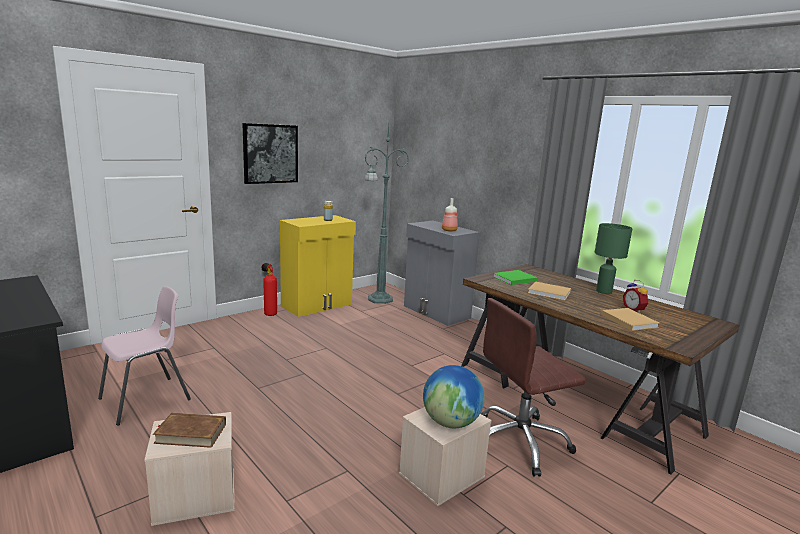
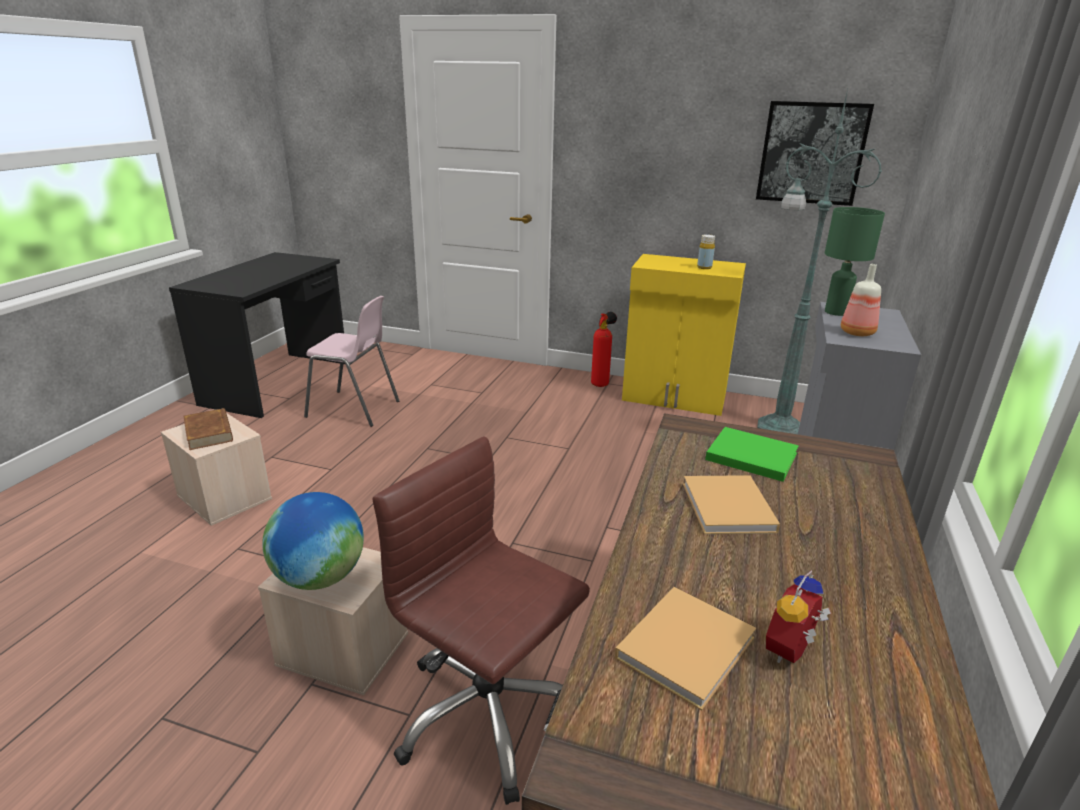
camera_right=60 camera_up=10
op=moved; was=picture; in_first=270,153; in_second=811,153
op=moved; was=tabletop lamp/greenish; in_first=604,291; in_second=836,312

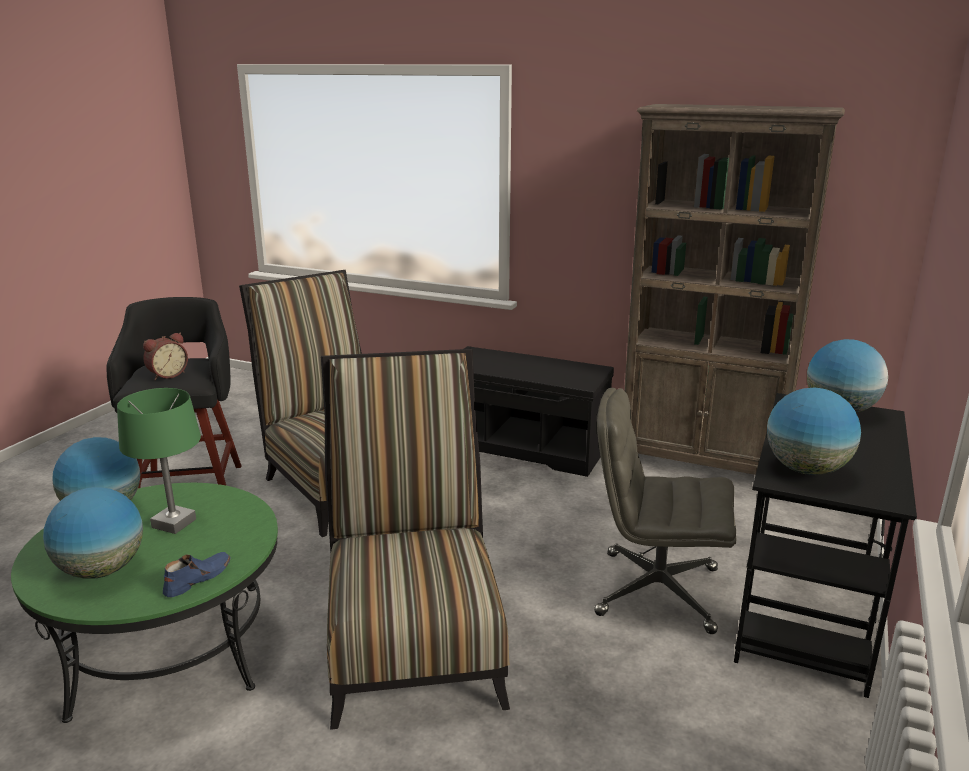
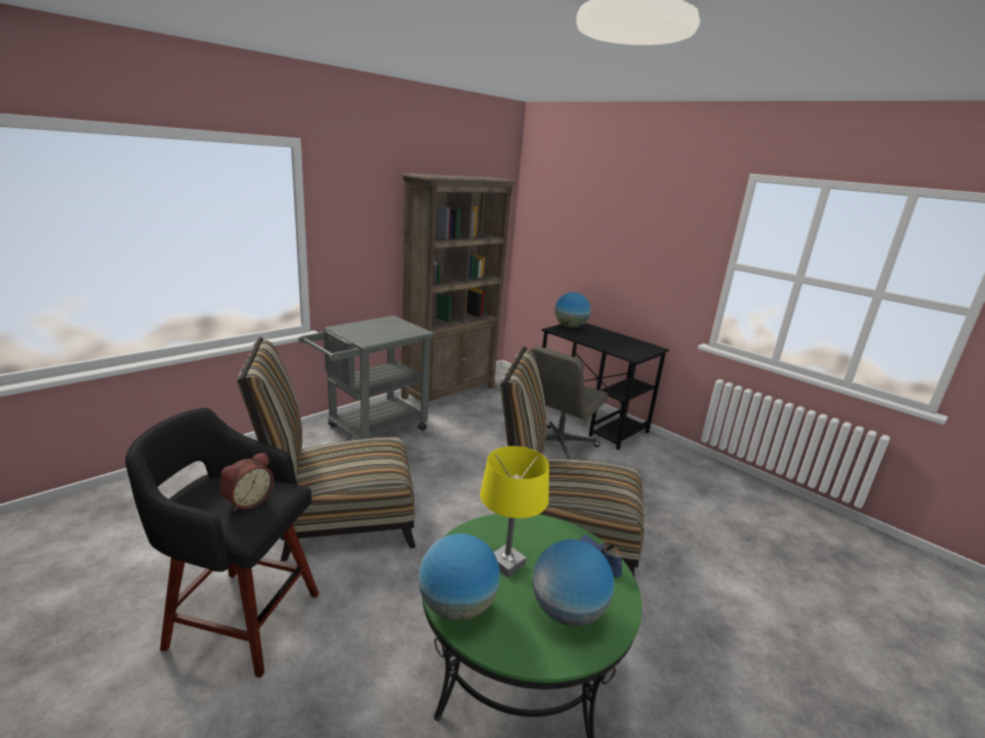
camera_right=-70 camera_up=0
op=removed; was=desk globe; in_first=806,470
op=replaced; was=indoor bench/black; now=trolley/greyish; in_first=526,446; in_second=370,430
op=recoloured; was=tabletop lamp/greenish; now=tabletop lamp/yellow-coloured; in_first=174,523; in_second=507,563
op=turned; was=alarm clock; in_first=167,375; in_second=247,501; clockwise=60

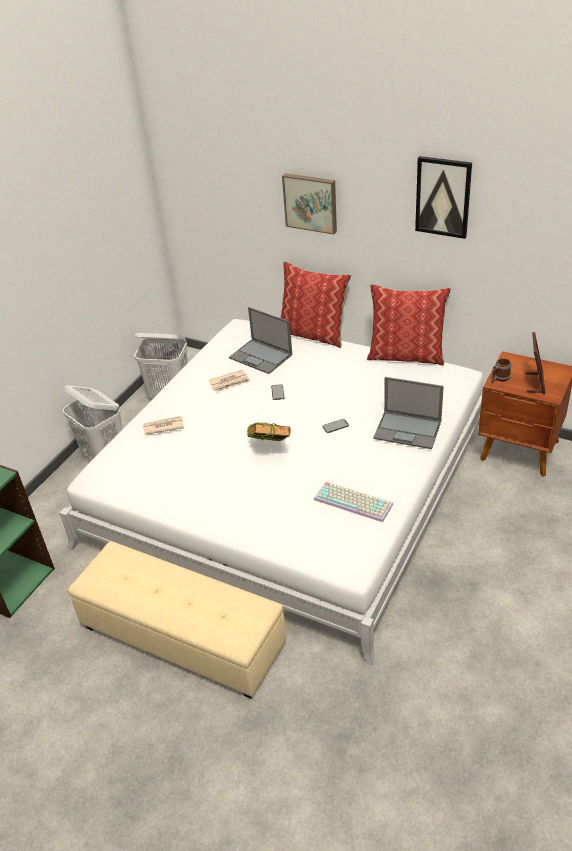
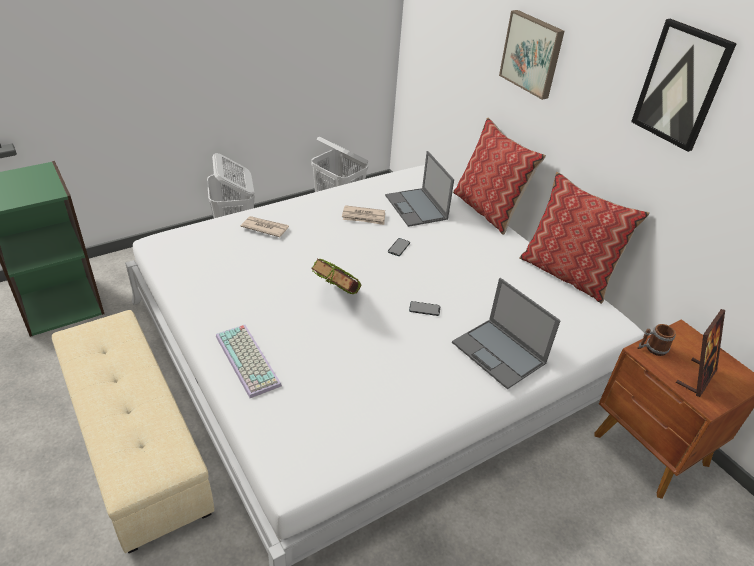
camera_right=25 camera_up=0
op=moved; was=keyboard; in_first=354,501; in_second=249,360

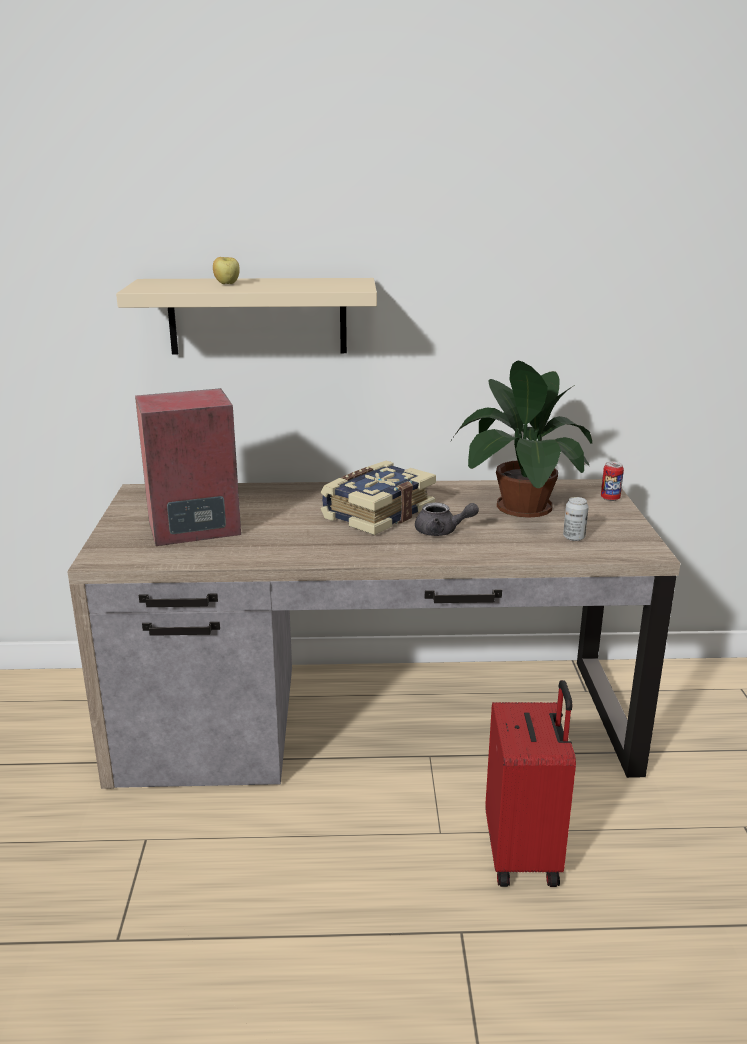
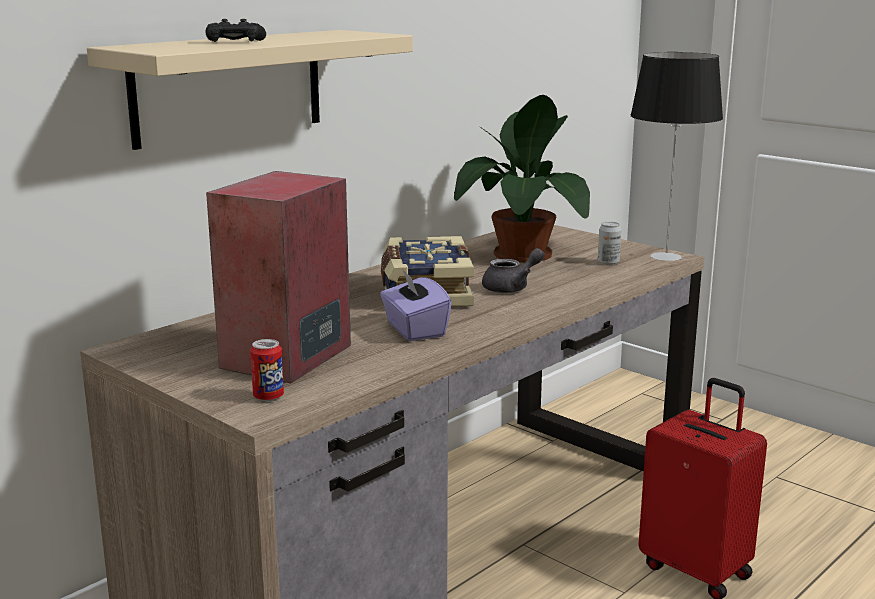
camera_right=-45 camera_up=-5
op=added; now=tissue holder/purple; in_second=414,330
op=added; now=tabletop lamp; in_second=664,256
op=moved; was=metal can; in_first=610,498; in_second=268,397
op=replaced; was=apple fruit; now=gamepad/black; in_first=227,284; in_second=235,41

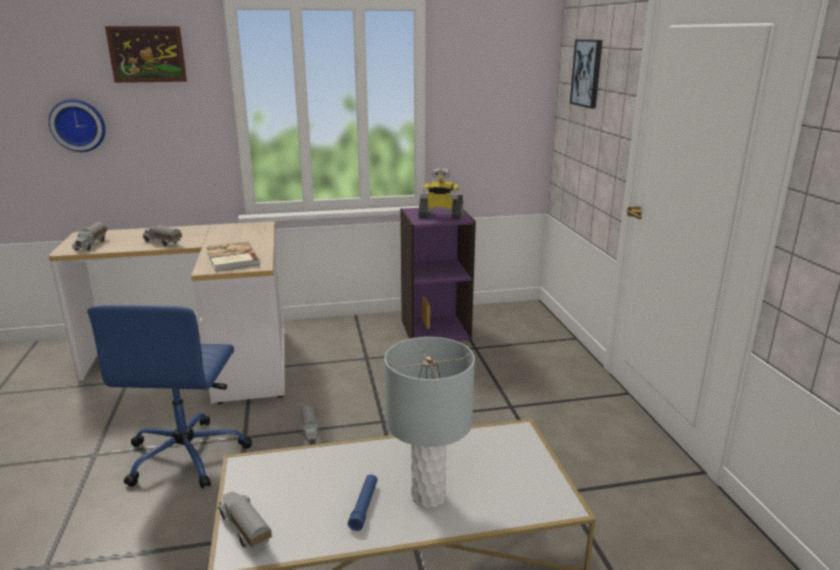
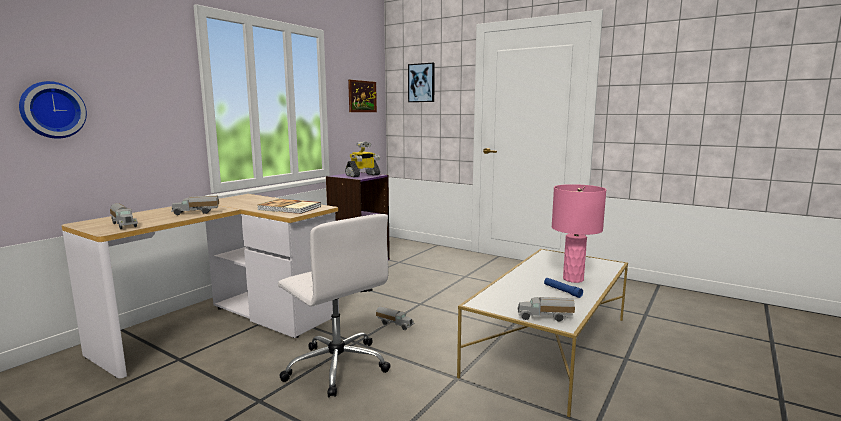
camera_right=-45 camera_up=-10
op=moved; was=picture; in_first=147,54; in_second=362,96
op=recoloured; was=office chair/blue; now=office chair/white-coloured; in_first=187,454; in_second=336,366
op=recoloured; was=tabletop lamp/greyish; now=tabletop lamp/pink; in_first=428,497; in_second=573,279

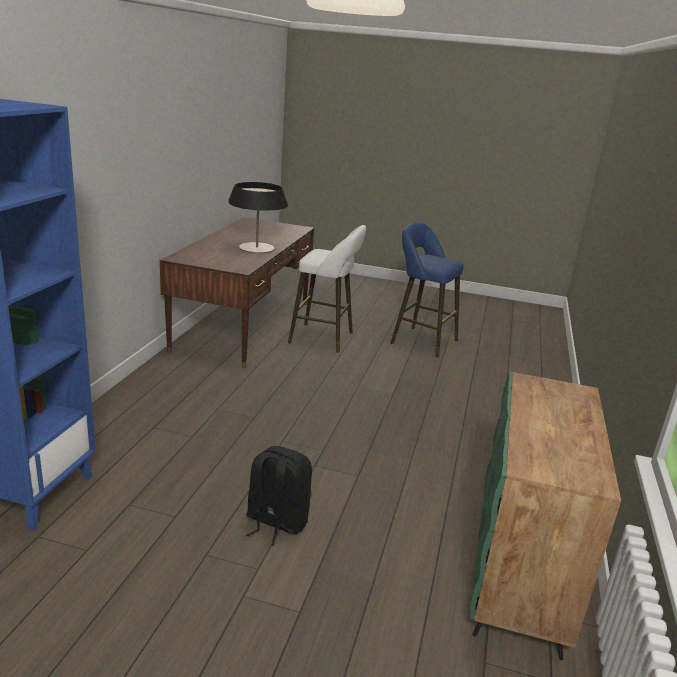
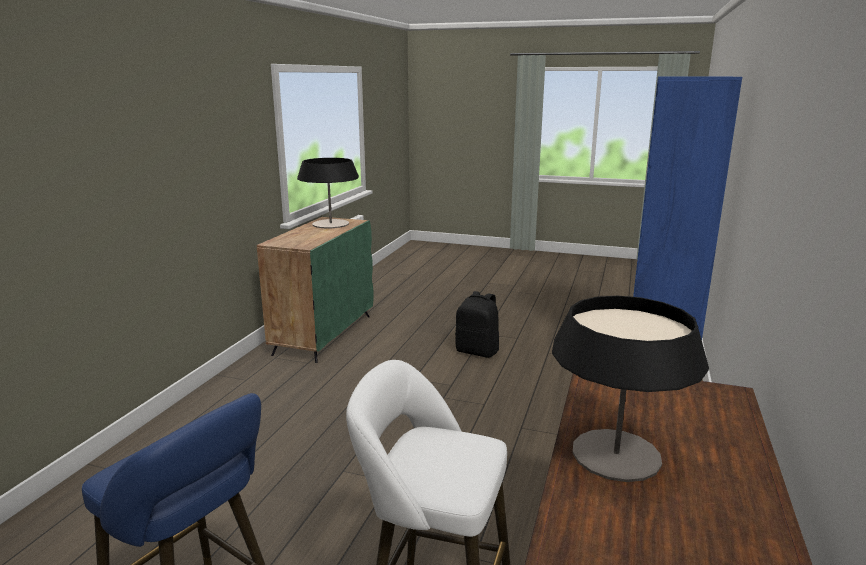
camera_right=-175 camera_up=-5
op=added; now=tabletop lamp; in_second=330,224

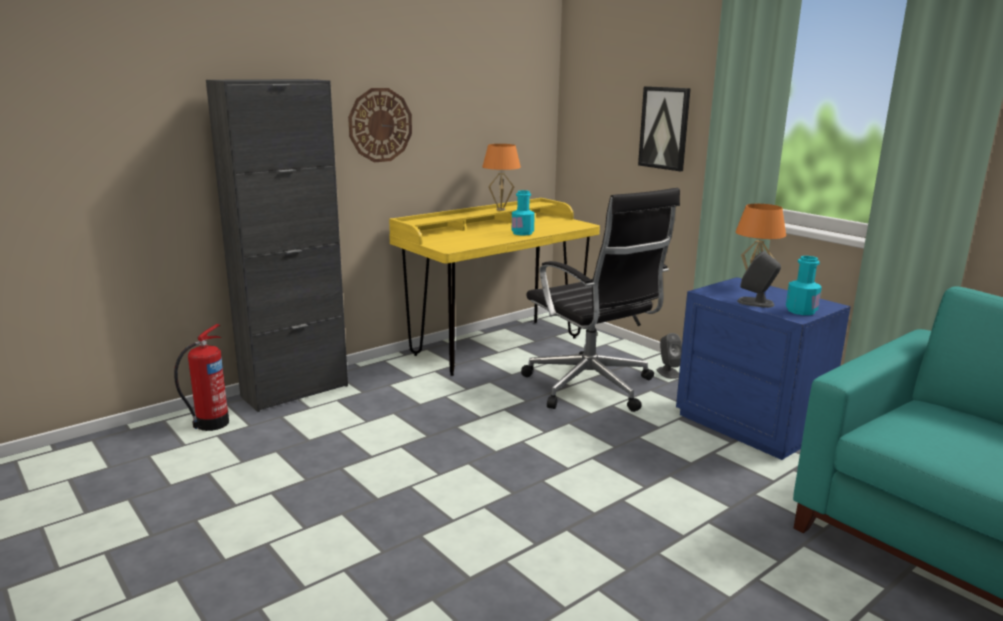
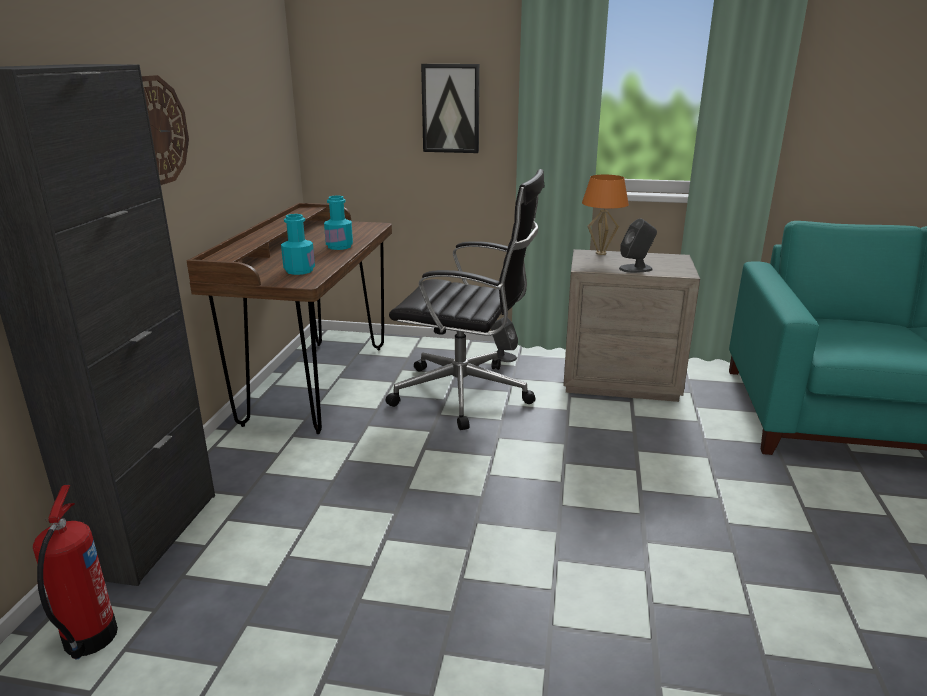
camera_right=-40 camera_up=5
op=removed; was=tabletop lamp/orange-coloured; in_first=500,209
op=moved; was=beverage bottle/turquoise; in_first=801,311; in_second=299,270
op=recoloured; was=desk table/yellow-coloured; now=desk table/brown; in_first=497,346; in_second=317,383
op=recoloured; was=night table/blue; now=night table/beige; in_first=751,424; in_second=620,380

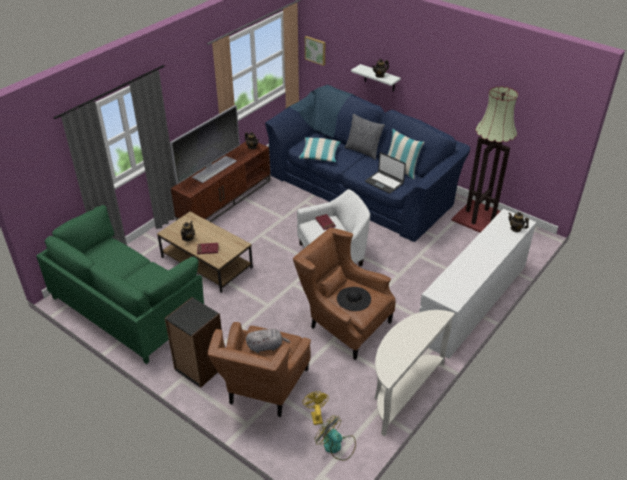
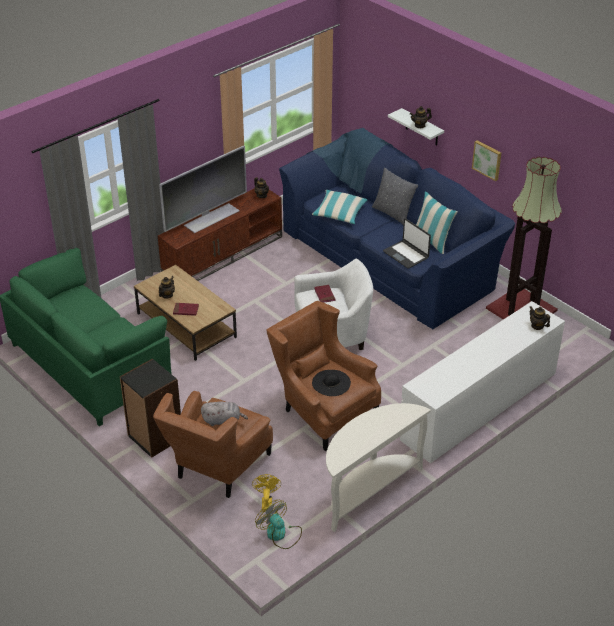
camera_right=10 camera_up=0
op=moved; was=picture; in_first=315,50; in_second=487,160

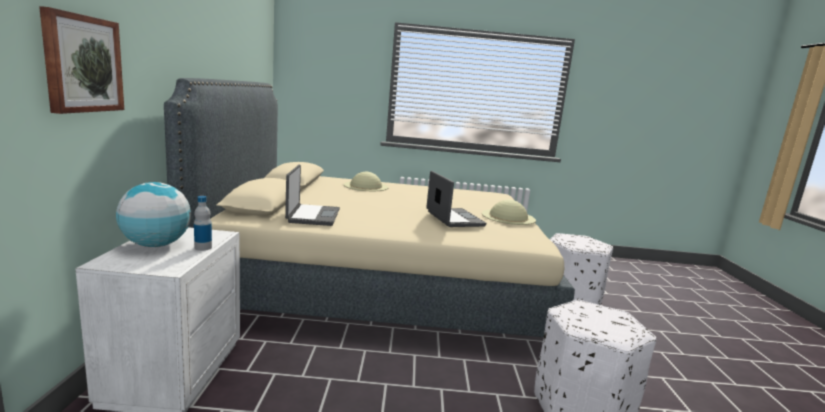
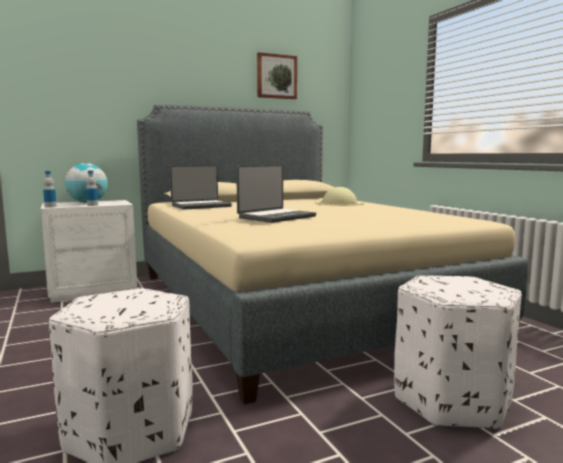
camera_right=65 camera_up=-5
op=removed; was=hat/beige; in_first=508,217
op=added; now=beverage bottle; in_second=50,206
op=moved; was=picture; in_first=82,64; in_second=276,76

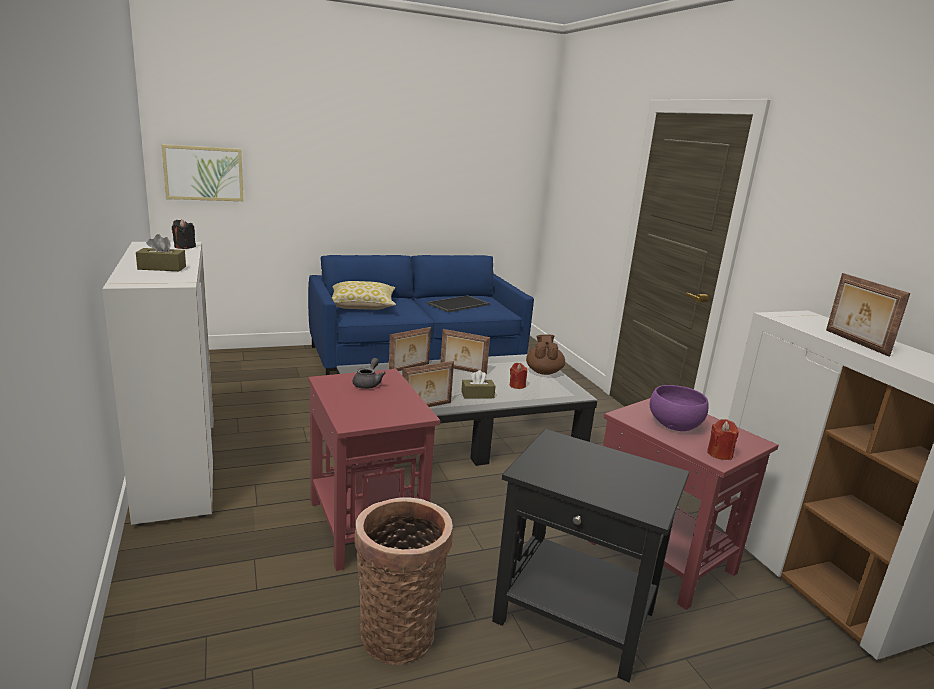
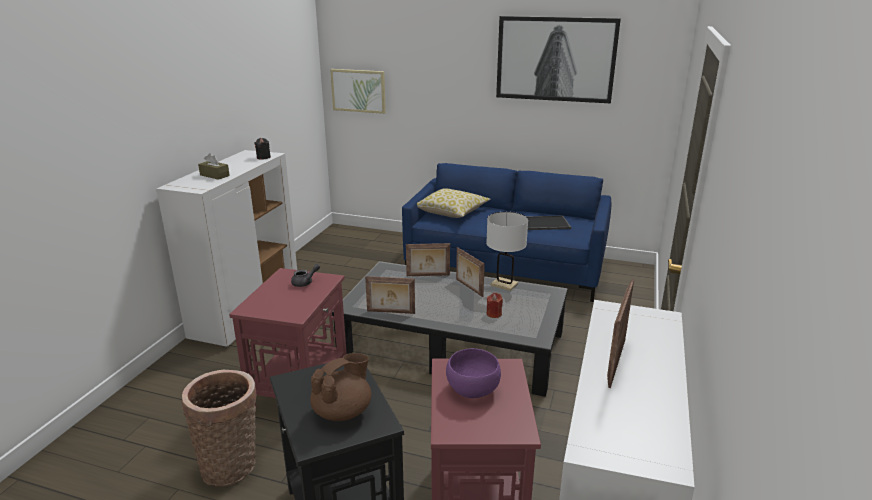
camera_right=40 camera_up=5
op=removed; was=tissue holder/brown; in_first=477,395
op=removed; was=wax candle/red-coloured; in_first=719,454
op=added; now=tabletop lamp/white-coloured; in_second=504,284
op=added; now=picture; in_second=555,59
op=moved; was=pot for tea/brown; in_first=544,371; in_second=343,411

